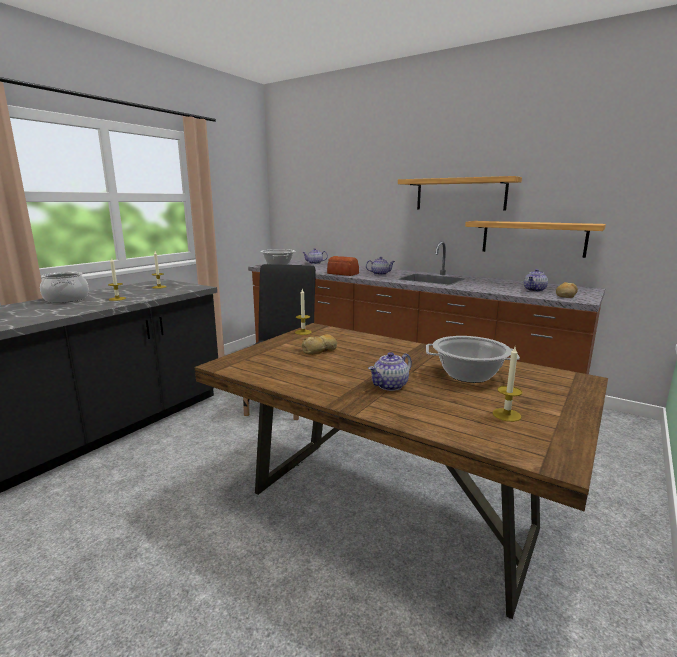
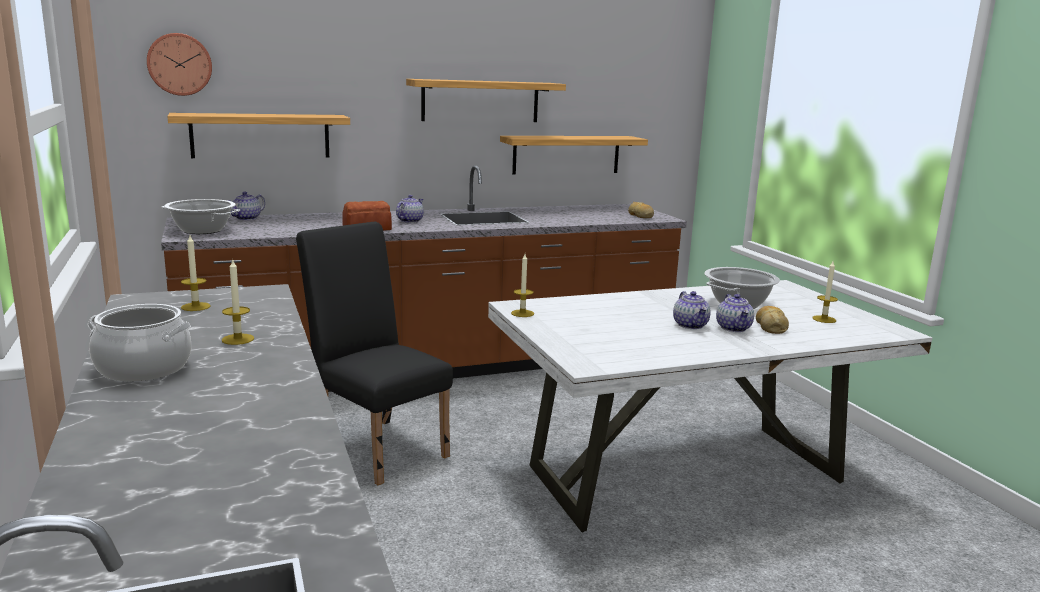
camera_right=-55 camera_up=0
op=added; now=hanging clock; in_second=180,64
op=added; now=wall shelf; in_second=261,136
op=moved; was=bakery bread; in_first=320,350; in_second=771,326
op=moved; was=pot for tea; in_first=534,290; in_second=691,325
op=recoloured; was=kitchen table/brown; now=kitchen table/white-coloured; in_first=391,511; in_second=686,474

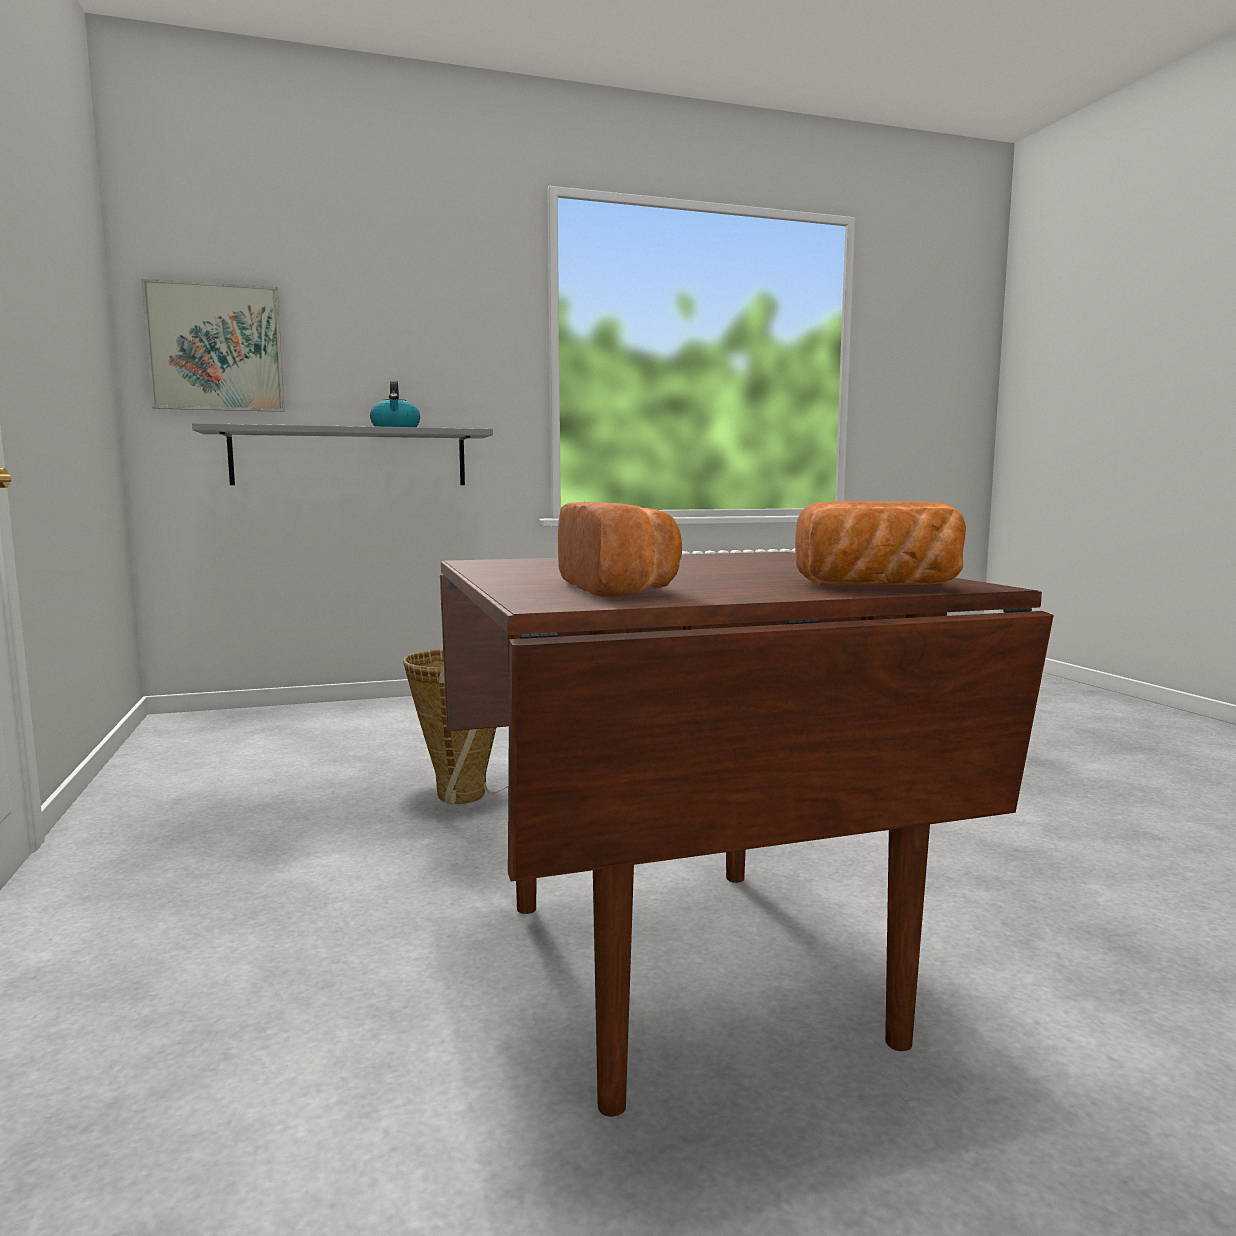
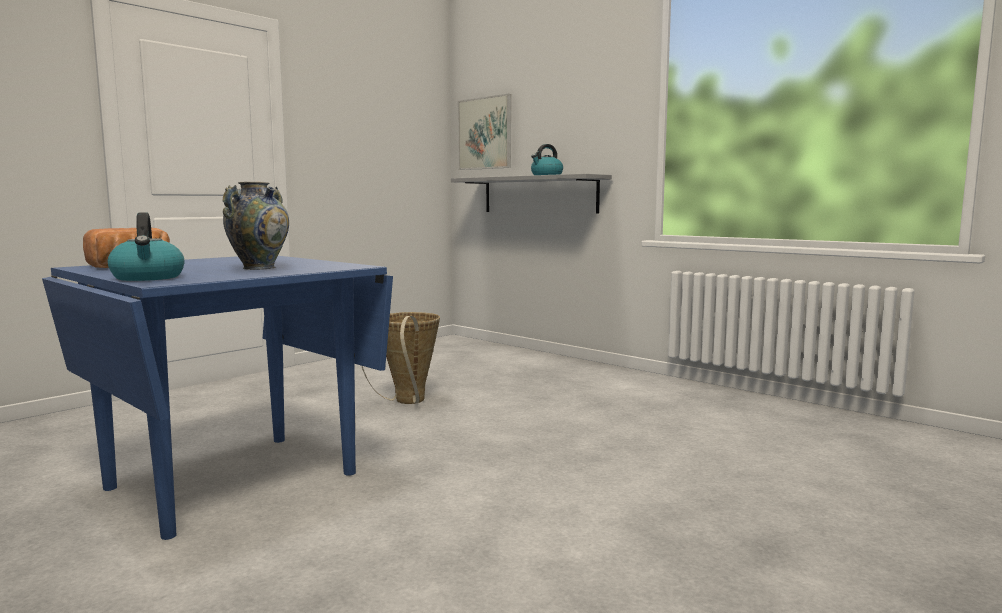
camera_right=60 camera_up=0
op=added; now=vase; in_second=259,268
op=replaced; was=bakery bread; now=tea kettle; in_first=880,587; in_second=148,278
op=recoloured; was=kitchen table/brown; now=kitchen table/blue; in_first=690,966; in_second=234,481

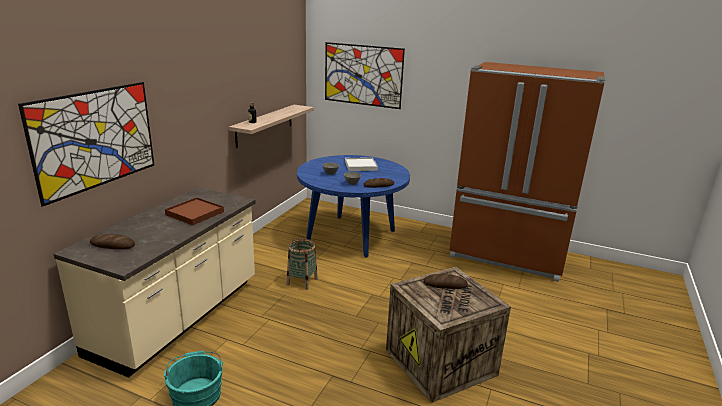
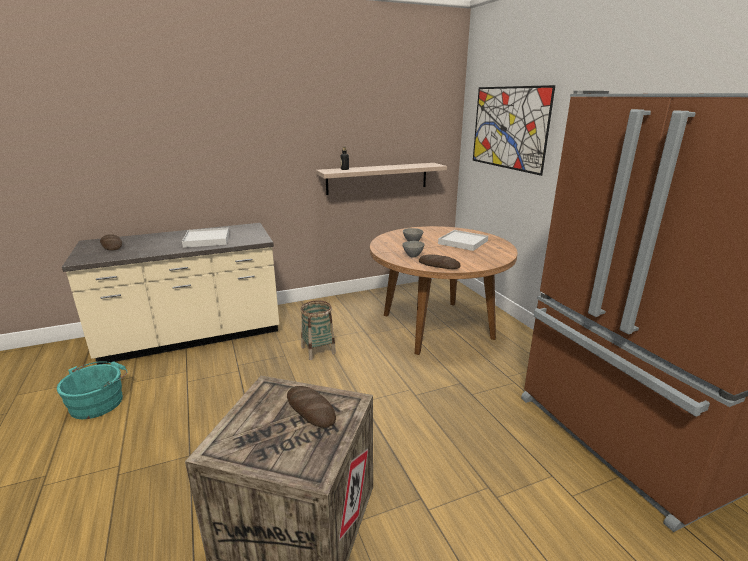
camera_right=45 camera_up=0
op=removed; was=picture; in_first=95,139
op=recoloured; was=carrying tray/brown; now=carrying tray/white-coloured; in_first=195,213; in_second=207,240
op=recoloured; was=kitchen table/blue; now=kitchen table/brown; in_first=351,235; in_second=437,326

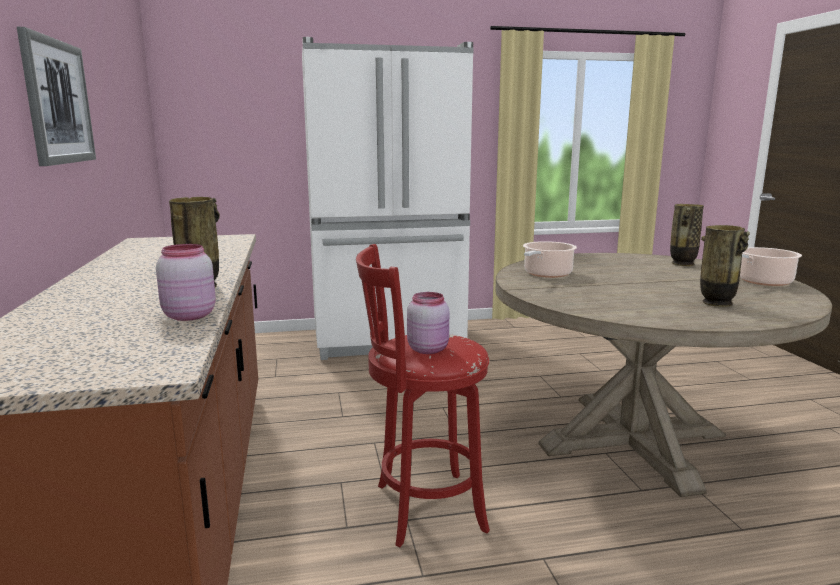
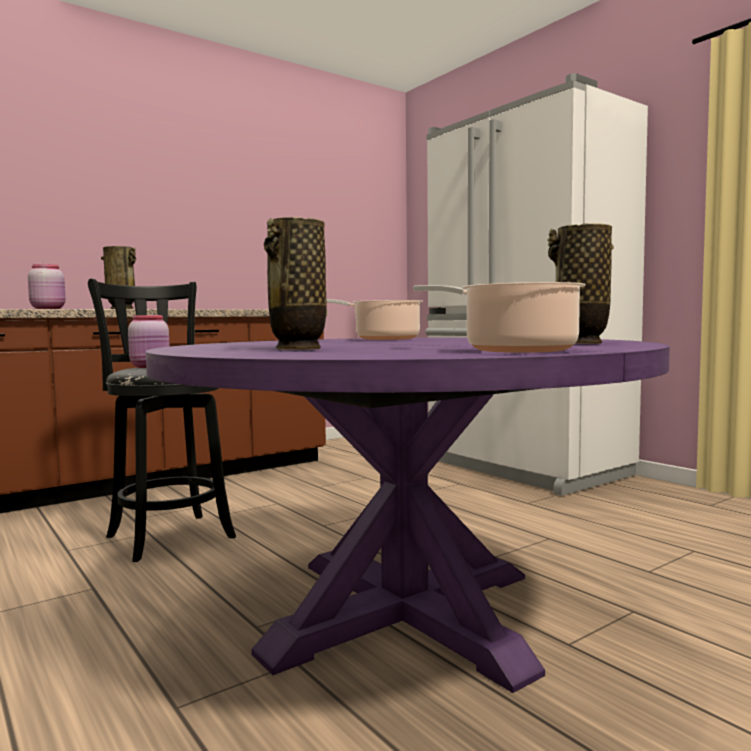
camera_right=65 camera_up=-10
op=removed; was=picture; in_first=58,102
op=recoloured; was=sitting stool/red-coloured; now=sitting stool/black; in_first=423,508; in_second=168,535
op=recoloured; was=kitchen table/beige; now=kitchen table/purple; in_first=633,440; in_second=405,612

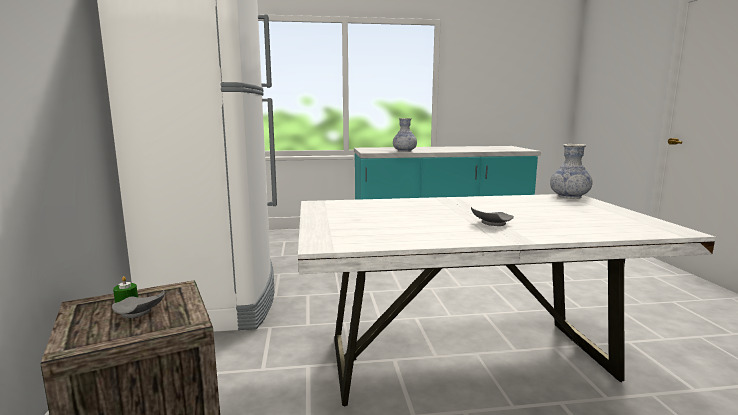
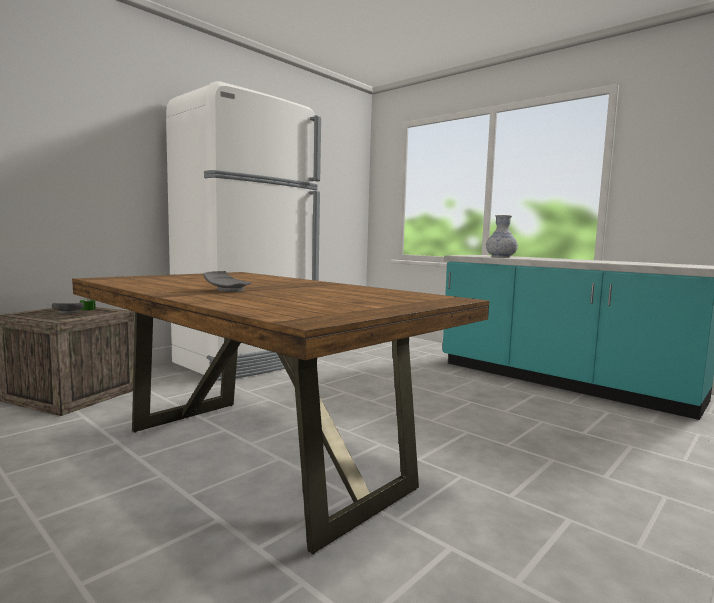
camera_right=50 camera_up=-5
op=removed; was=vase; in_first=569,197
op=recoloured; was=kitchen table/white-coloured; now=kitchen table/brown; in_first=465,360; in_second=257,457

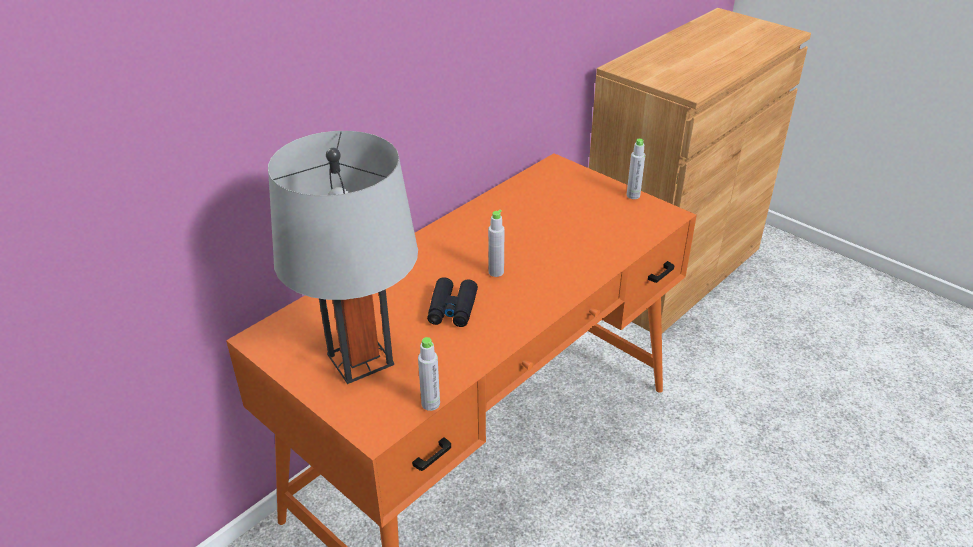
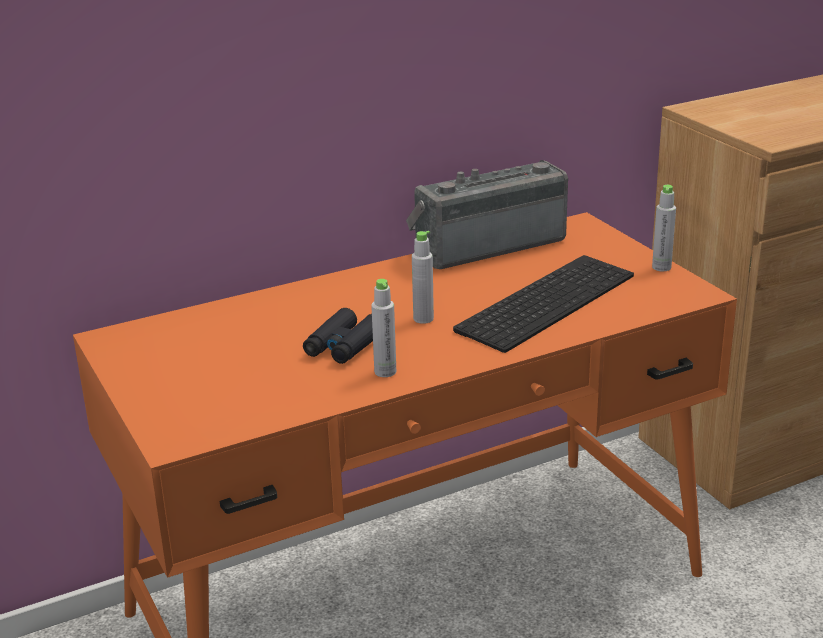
camera_right=20 camera_up=-10
op=removed; was=tabletop lamp/greyish; in_first=360,359
op=added; now=radio receiver; in_second=487,245
op=added; now=keyboard; in_second=545,300
op=moved; was=beverage bottle/greyish; in_first=430,404; in_second=385,372

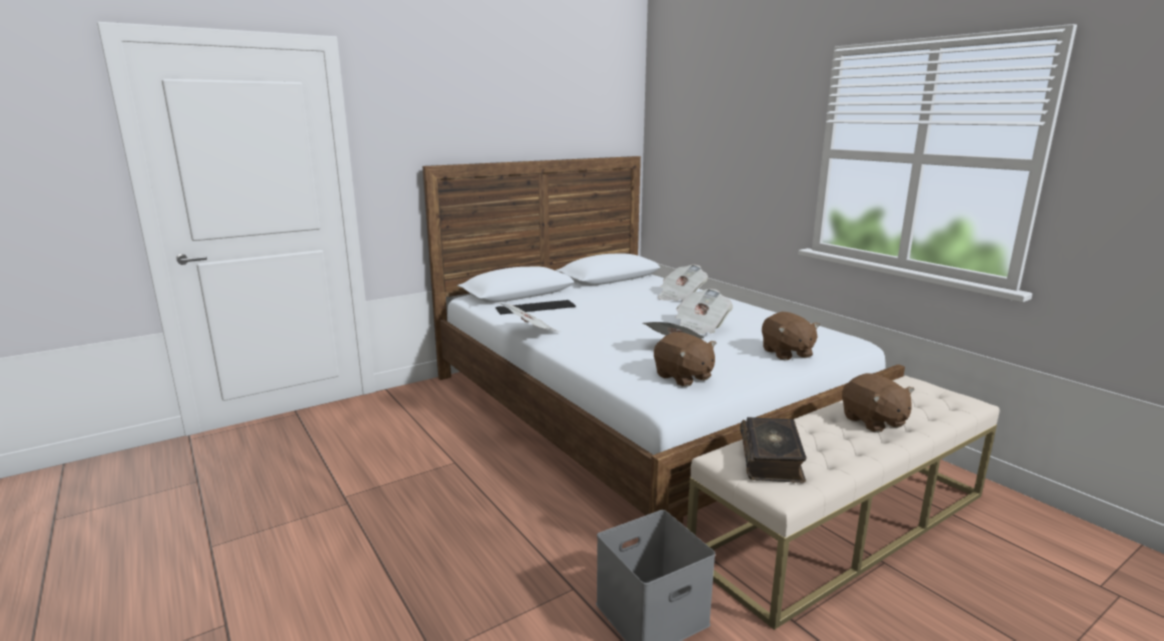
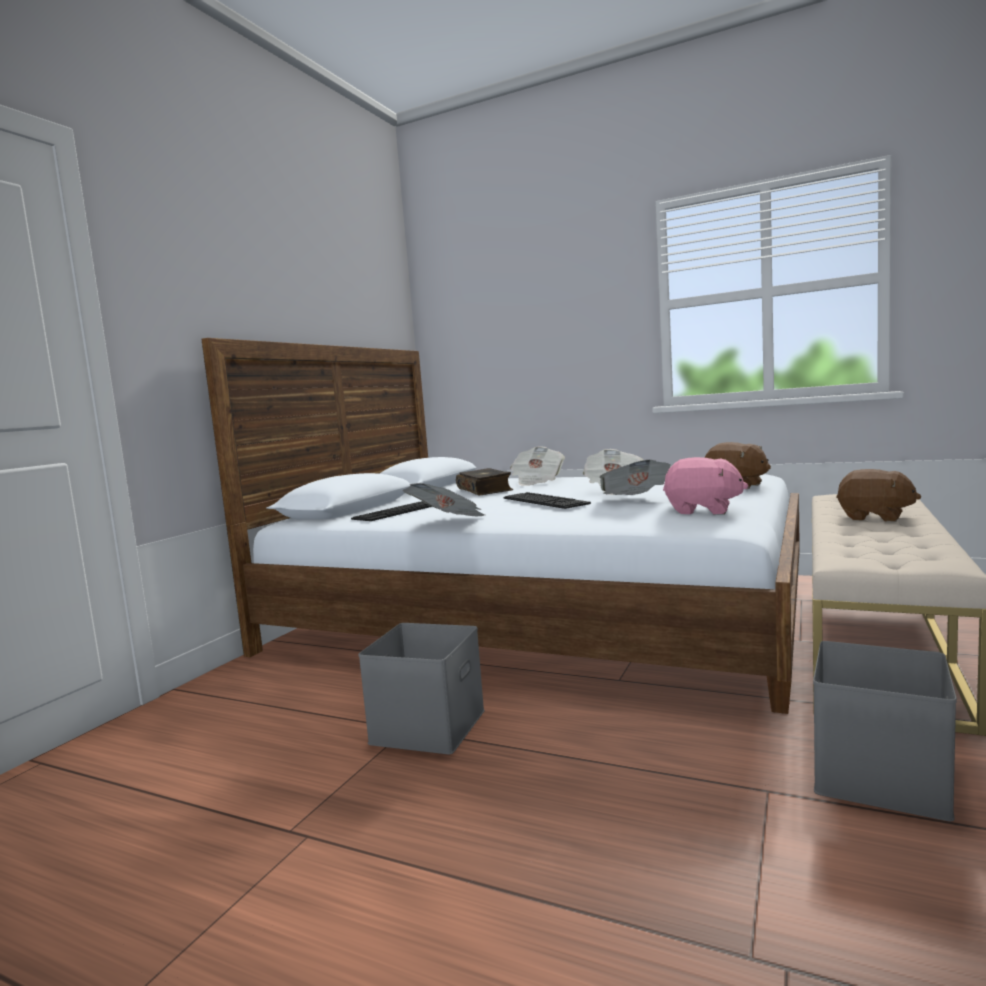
camera_right=-30 camera_up=-10
op=added; now=storage box/greyish; in_second=427,725
op=added; now=keyboard; in_second=544,501
op=moved; was=book; in_first=772,459; in_second=485,490
op=recoloured; was=plush toy/brown; now=plush toy/pink; in_first=683,377; in_second=703,511

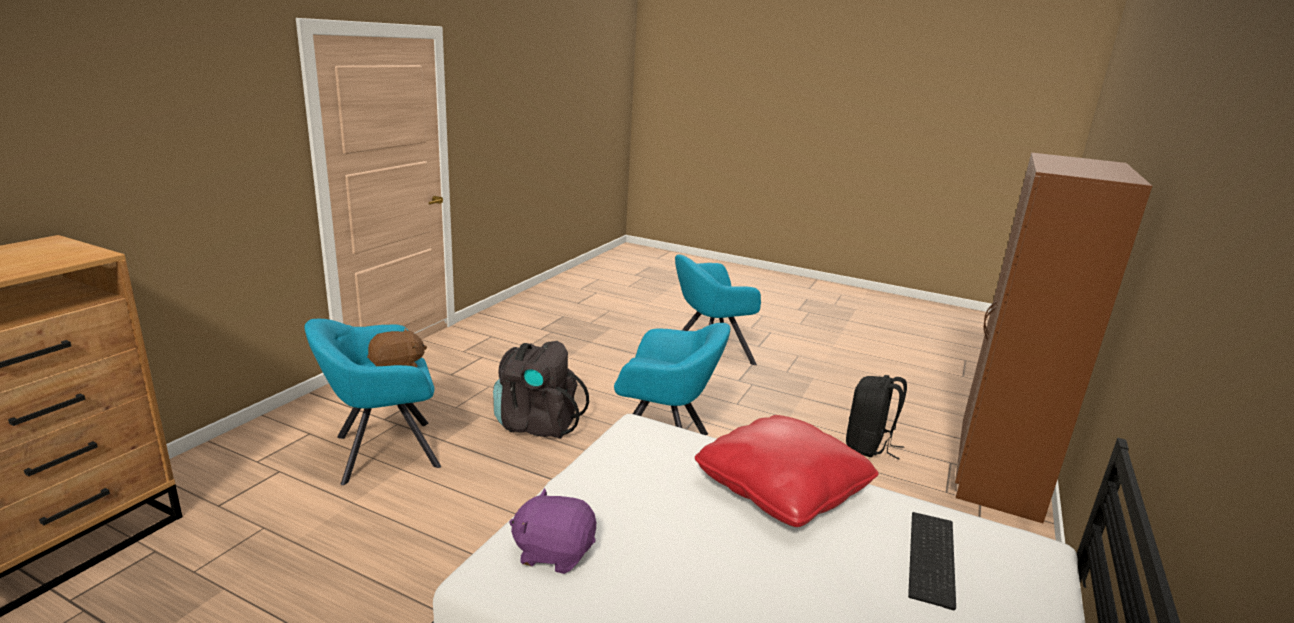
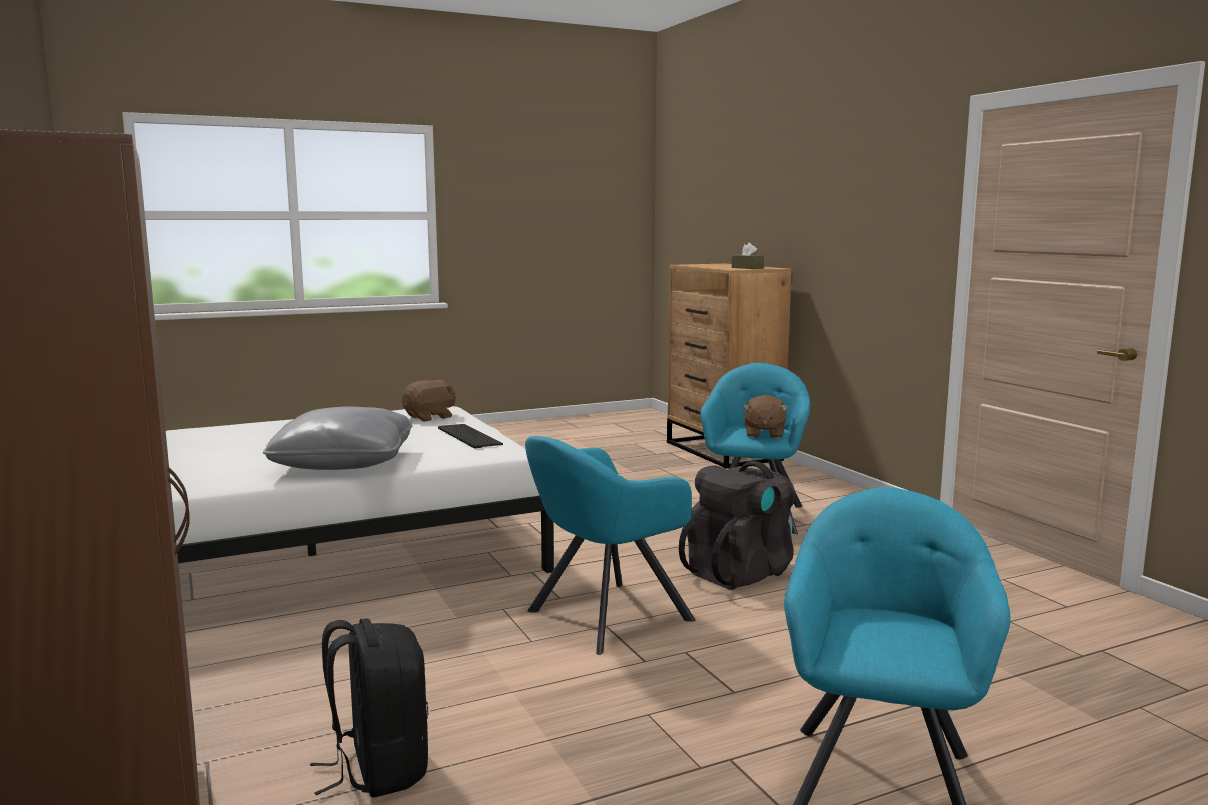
camera_right=130 camera_up=-10
op=added; now=tissue holder/brown; in_second=747,268
op=moved; was=keyboard; in_first=934,559; in_second=467,436
op=recoloured; was=plush toy/purple; now=plush toy/brown; in_first=554,552; in_second=430,417
op=recoloured; was=throw pillow/red-coloured; now=throw pillow/greyish; in_first=781,489; in_second=344,463

